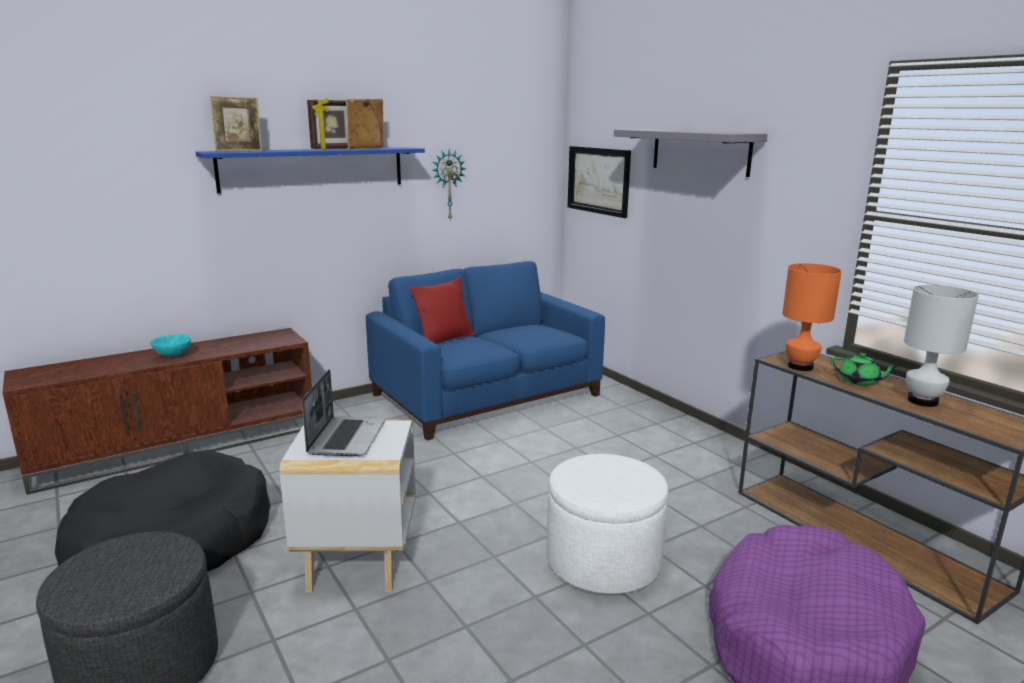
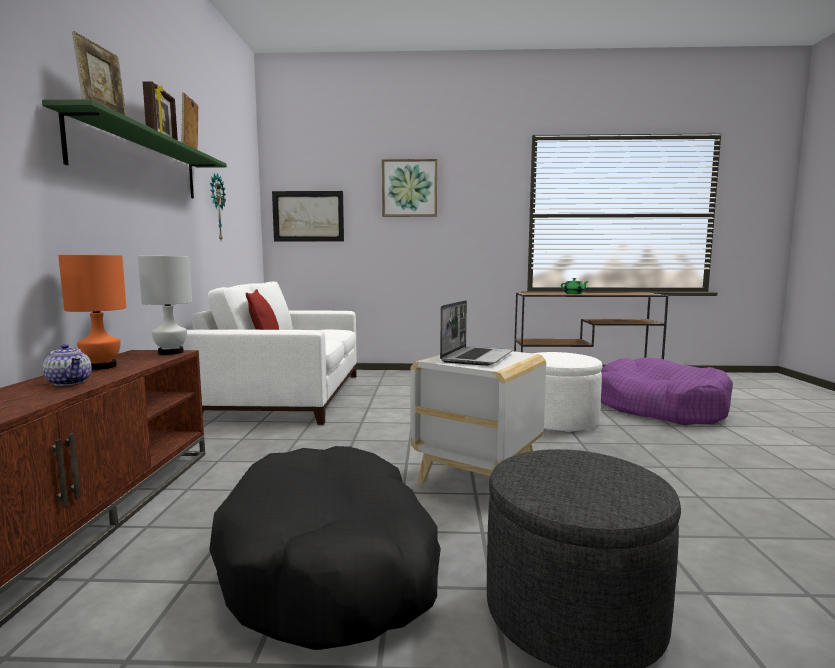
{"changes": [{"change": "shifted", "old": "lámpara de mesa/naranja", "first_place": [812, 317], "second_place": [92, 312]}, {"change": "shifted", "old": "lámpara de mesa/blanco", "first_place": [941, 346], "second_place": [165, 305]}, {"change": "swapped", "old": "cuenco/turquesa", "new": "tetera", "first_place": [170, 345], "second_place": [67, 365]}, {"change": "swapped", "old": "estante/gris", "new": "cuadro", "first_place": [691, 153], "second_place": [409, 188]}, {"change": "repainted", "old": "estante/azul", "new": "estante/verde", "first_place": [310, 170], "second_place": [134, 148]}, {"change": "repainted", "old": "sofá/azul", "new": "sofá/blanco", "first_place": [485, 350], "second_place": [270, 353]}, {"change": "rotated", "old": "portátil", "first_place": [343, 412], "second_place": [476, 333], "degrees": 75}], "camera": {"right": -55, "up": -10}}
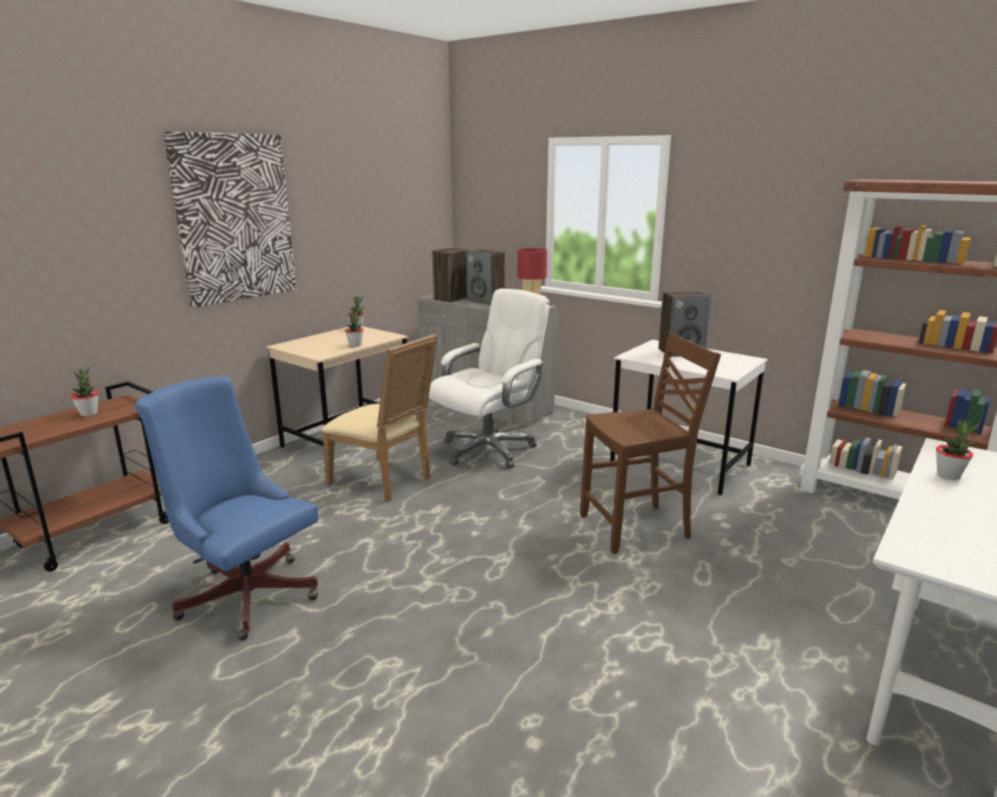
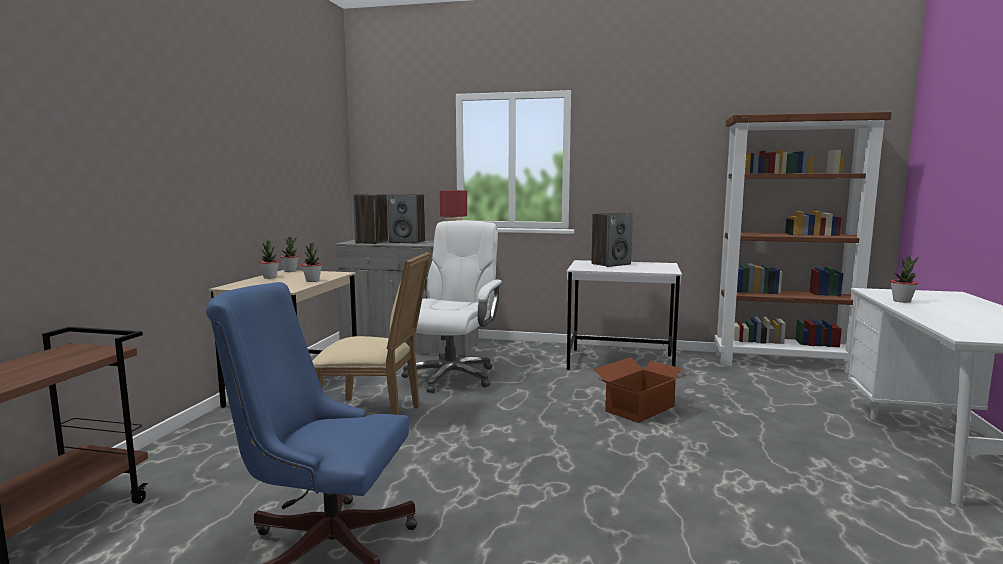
{"changes": [{"change": "gone", "old": "cuadro", "first_place": [229, 220]}, {"change": "shifted", "old": "planta en maceta", "first_place": [84, 391], "second_place": [269, 260]}, {"change": "swapped", "old": "silla/marrón", "new": "caja de cartón", "first_place": [650, 443], "second_place": [642, 390]}], "camera": {"right": -25, "up": -10}}
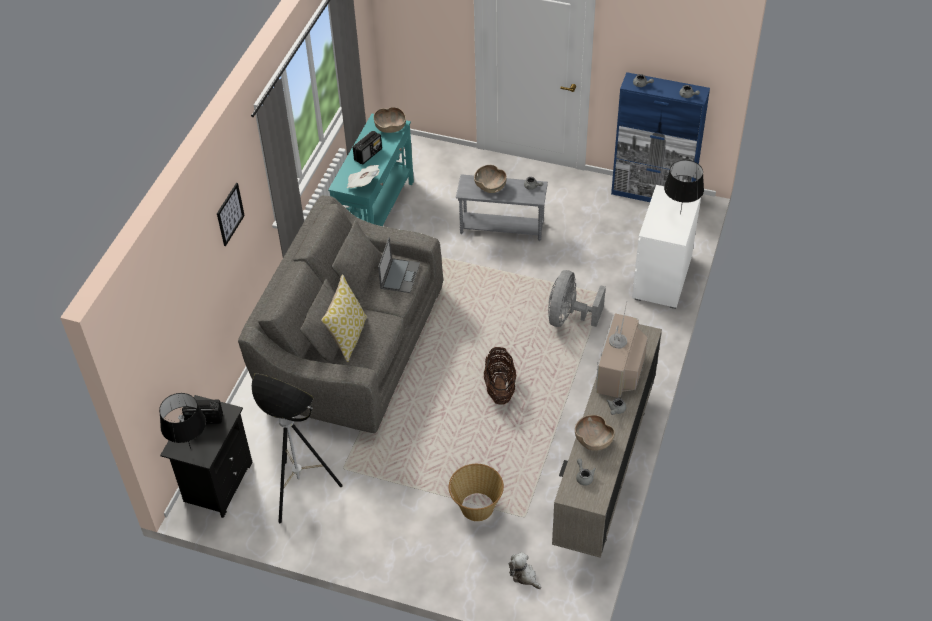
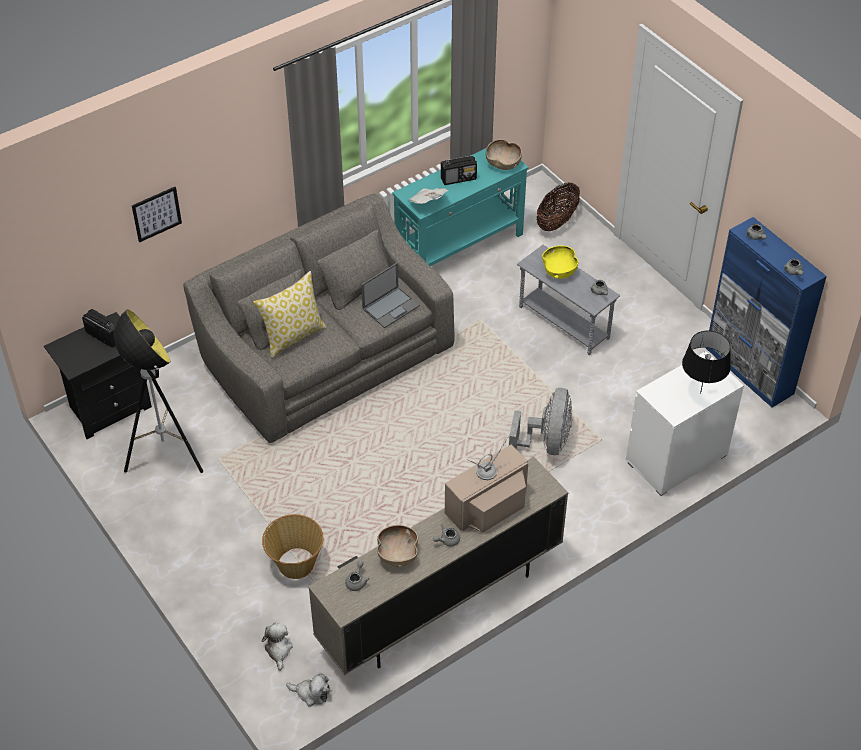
{"changes": [{"change": "gone", "old": "lámpara de mesa/negro", "first_place": [182, 421]}, {"change": "new", "new": "peluche", "second_place": [307, 690]}, {"change": "shifted", "old": "cuadro", "first_place": [231, 214], "second_place": [157, 214]}, {"change": "shifted", "old": "cesta", "first_place": [500, 376], "second_place": [558, 206]}, {"change": "repainted", "old": "cuenco/marrón", "new": "cuenco/amarillo", "first_place": [490, 179], "second_place": [560, 262]}, {"change": "rotated", "old": "ventilador/gris", "first_place": [577, 298], "second_place": [540, 421], "degrees": 135}], "camera": {"right": 35, "up": 0}}
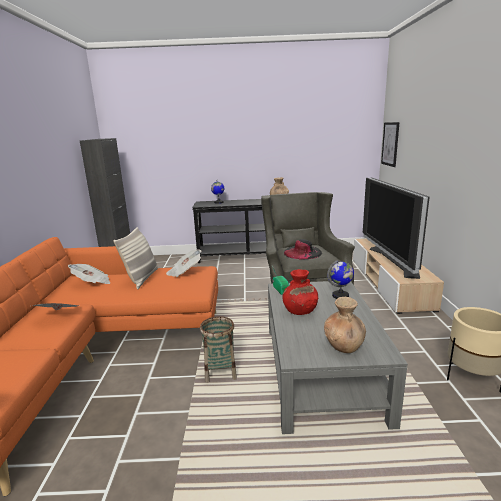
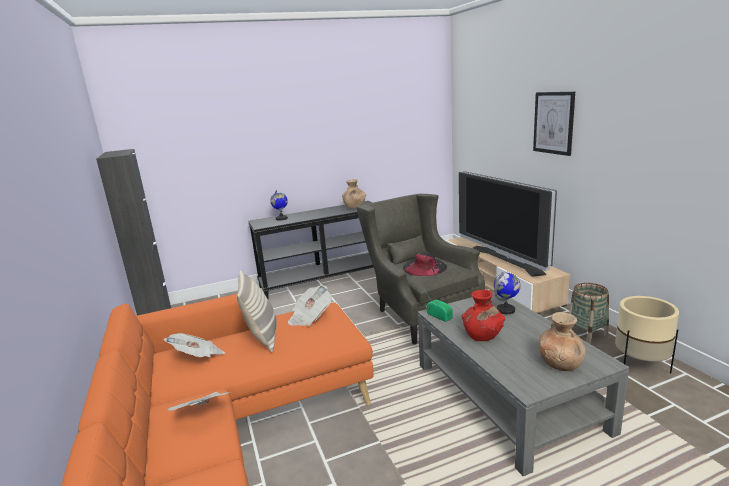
{"changes": [{"change": "shifted", "old": "cesta", "first_place": [218, 349], "second_place": [589, 313]}, {"change": "shifted", "old": "cuadro", "first_place": [390, 144], "second_place": [554, 124]}], "camera": {"right": -20, "up": 0}}
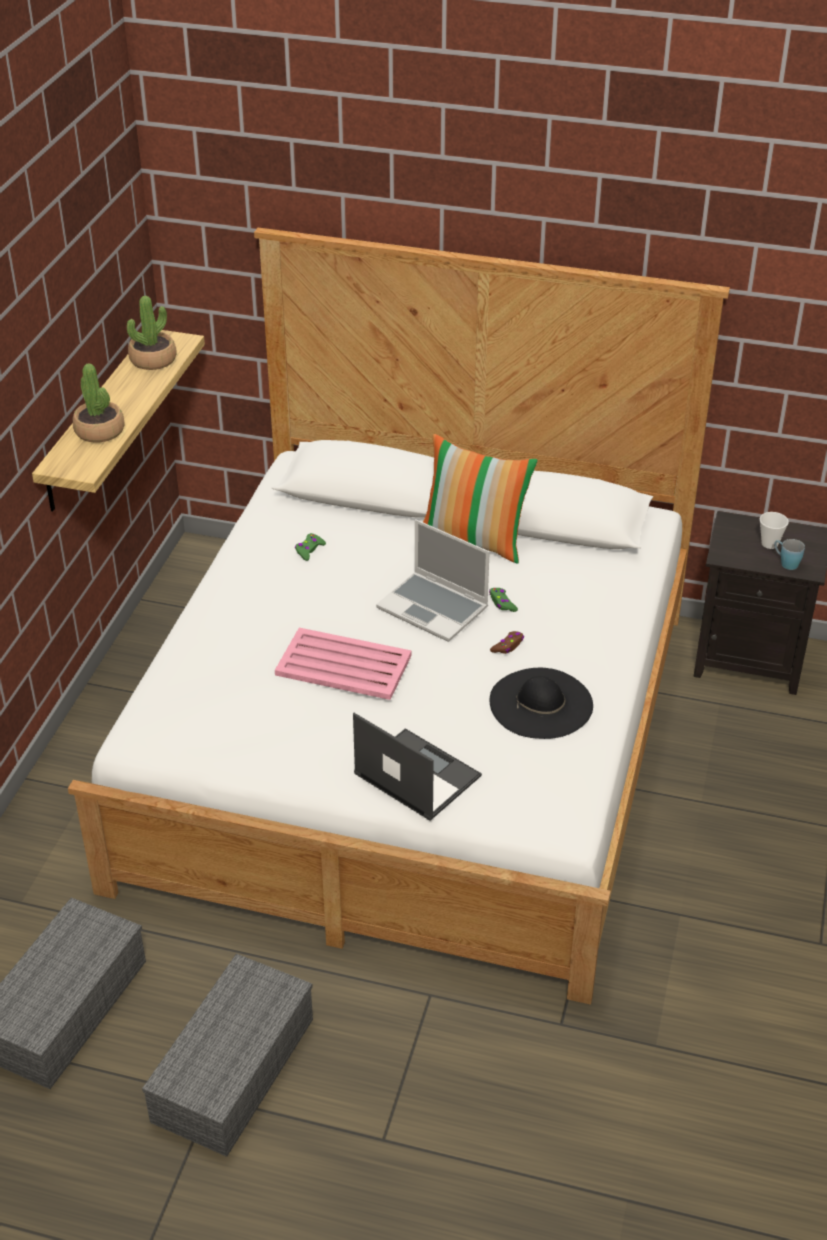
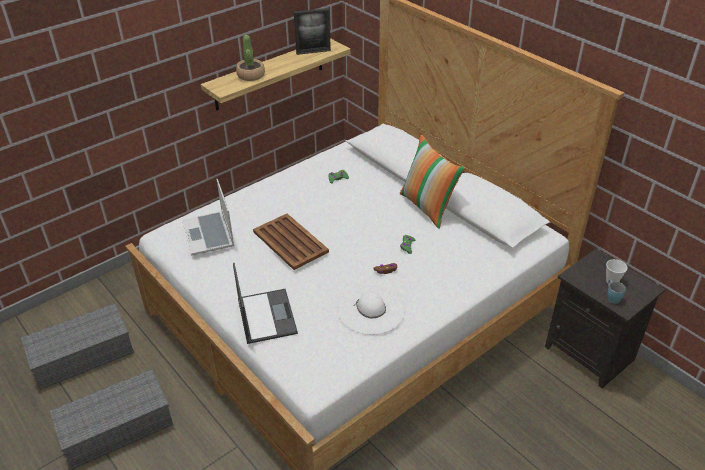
{"changes": [{"change": "shifted", "old": "portátil", "first_place": [433, 580], "second_place": [208, 217]}, {"change": "swapped", "old": "planta en maceta", "new": "portarretratos", "first_place": [152, 333], "second_place": [312, 31]}, {"change": "repainted", "old": "bandeja/rosa", "new": "bandeja/marrón", "first_place": [343, 664], "second_place": [291, 242]}, {"change": "repainted", "old": "sombrero/negro", "new": "sombrero/blanco", "first_place": [541, 703], "second_place": [371, 310]}], "camera": {"right": 35, "up": 0}}
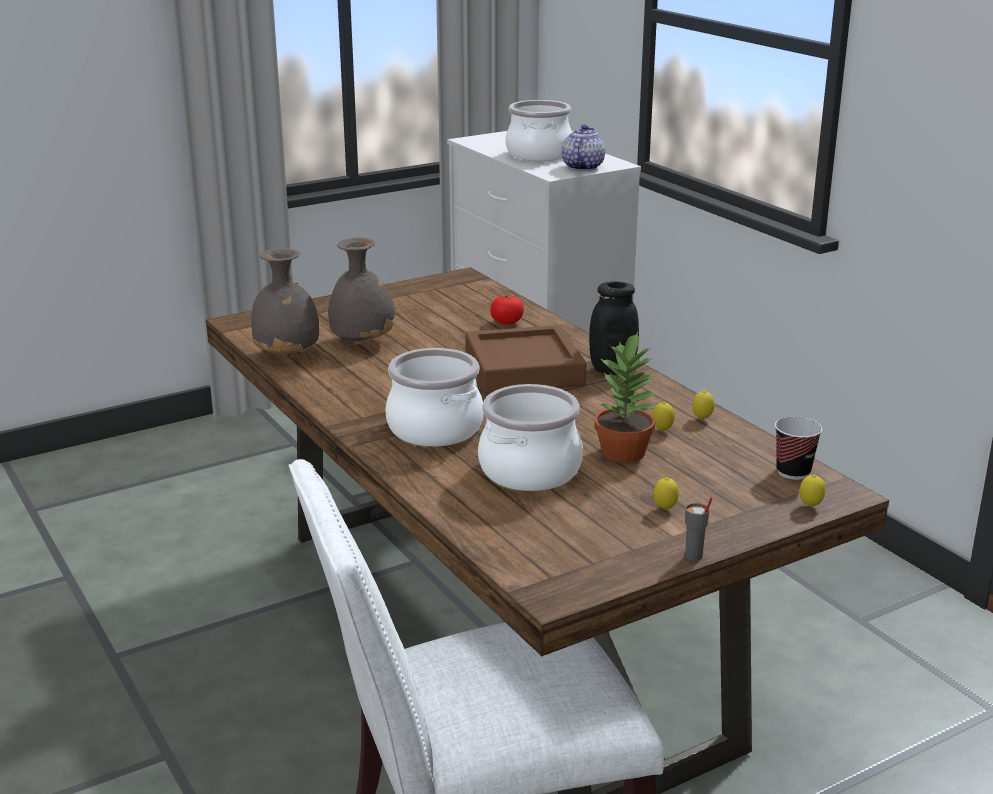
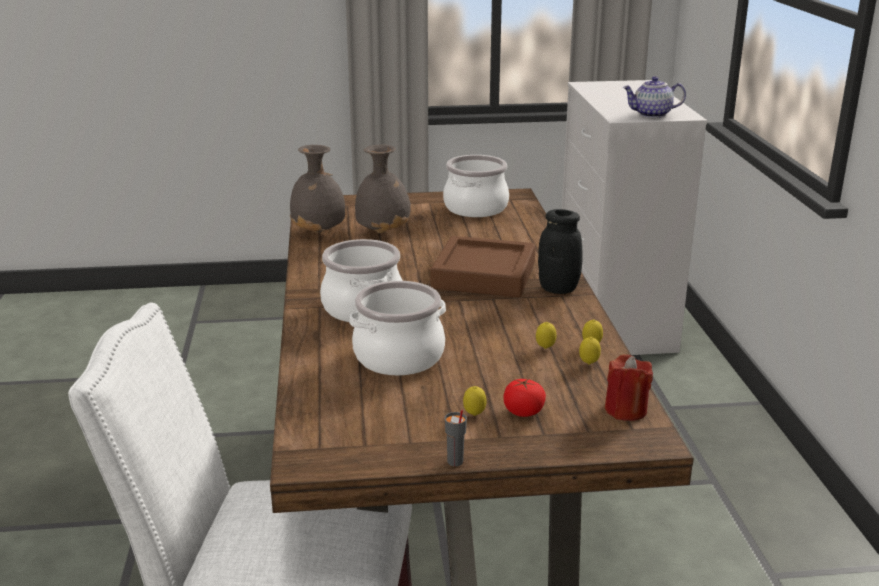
{"changes": [{"change": "gone", "old": "planta en maceta", "first_place": [625, 397]}, {"change": "shifted", "old": "tomate", "first_place": [507, 309], "second_place": [524, 398]}, {"change": "shifted", "old": "olla", "first_place": [539, 130], "second_place": [476, 186]}, {"change": "shifted", "old": "limón", "first_place": [812, 490], "second_place": [590, 351]}, {"change": "swapped", "old": "taza", "new": "vela/rojo", "first_place": [798, 448], "second_place": [629, 387]}, {"change": "rotated", "old": "tetera", "first_place": [583, 148], "second_place": [654, 97], "degrees": -135}], "camera": {"right": 25, "up": 0}}
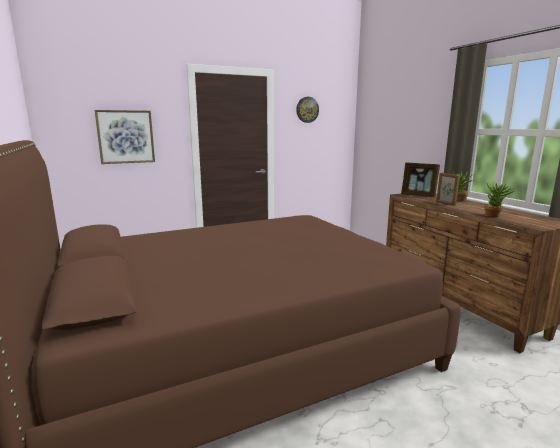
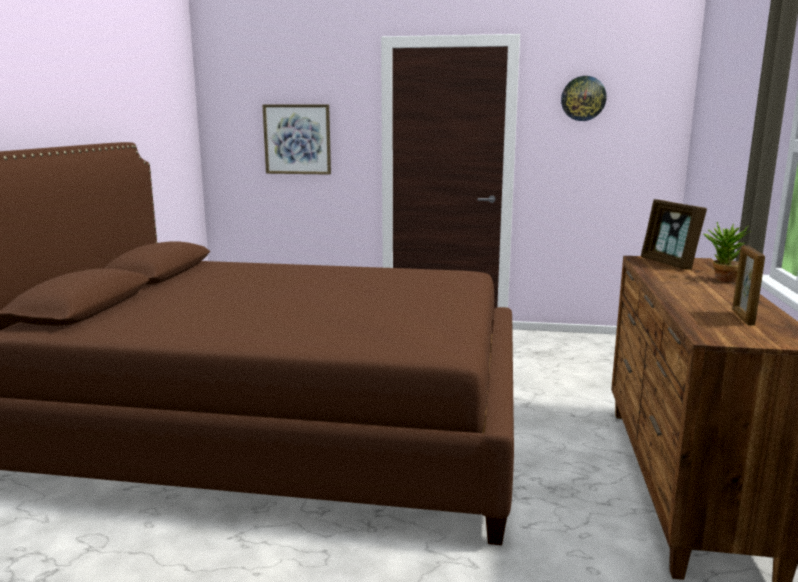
{"changes": [{"change": "gone", "old": "planta en maceta", "first_place": [499, 199]}, {"change": "shifted", "old": "portarretratos", "first_place": [448, 189], "second_place": [748, 285]}], "camera": {"right": 35, "up": 0}}
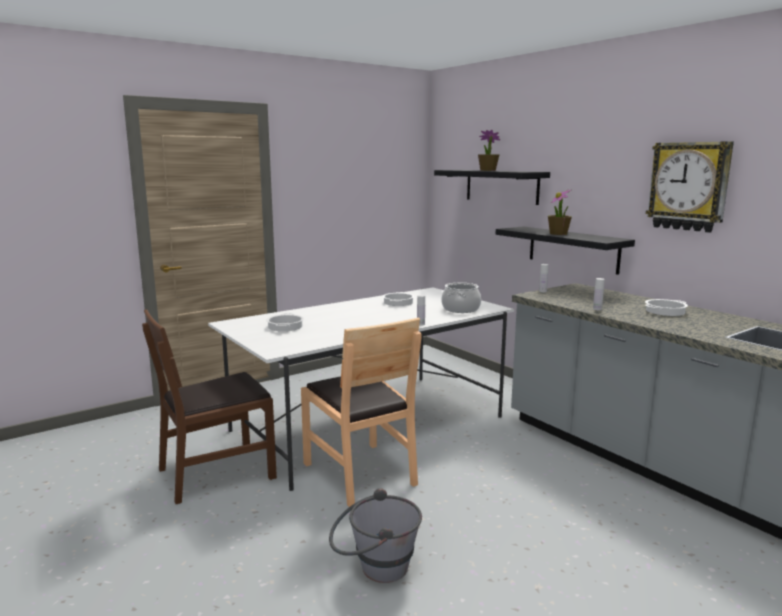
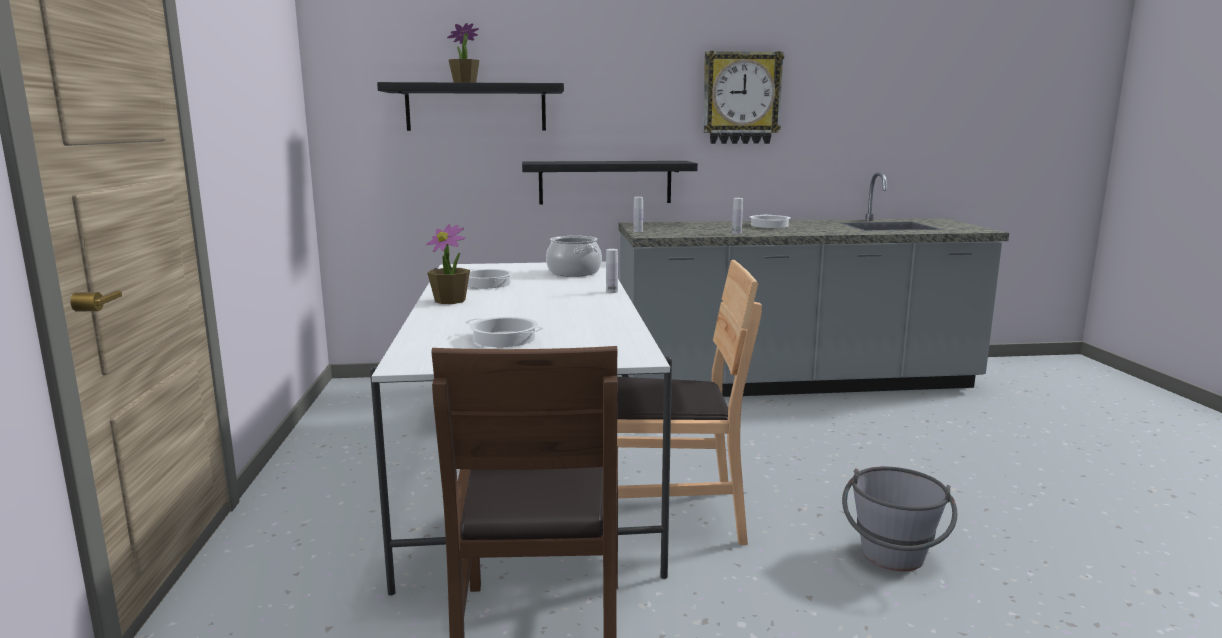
{"changes": [{"change": "shifted", "old": "planta en maceta", "first_place": [560, 212], "second_place": [448, 264]}], "camera": {"right": -60, "up": 0}}
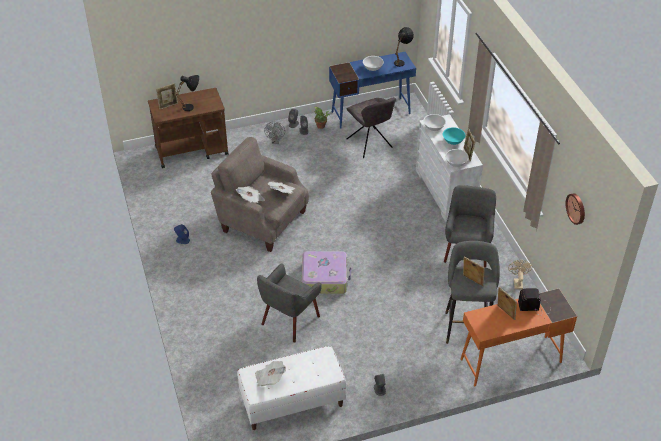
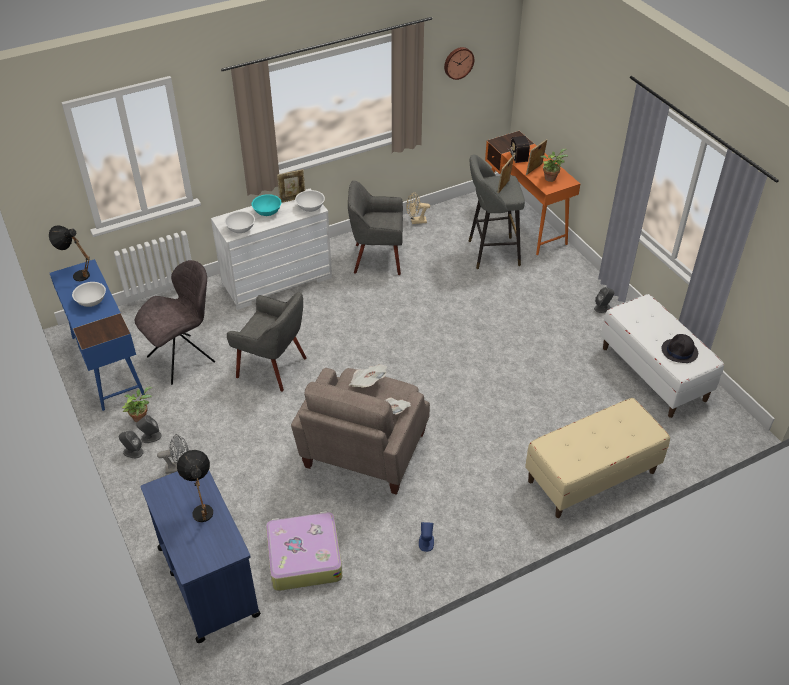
{"changes": [{"change": "gone", "old": "portarretratos", "first_place": [167, 96]}, {"change": "new", "new": "banco/beis", "second_place": [597, 458]}, {"change": "new", "new": "planta en maceta", "second_place": [554, 165]}, {"change": "shifted", "old": "sillón/gris", "first_place": [289, 302], "second_place": [267, 342]}, {"change": "shifted", "old": "maleta", "first_place": [327, 272], "second_place": [304, 551]}, {"change": "swapped", "old": "periódico", "new": "sombrero/negro", "first_place": [270, 373], "second_place": [680, 348]}, {"change": "repainted", "old": "carrito/marrón", "new": "carrito/azul", "first_place": [188, 128], "second_place": [200, 557]}], "camera": {"right": -100, "up": 0}}
